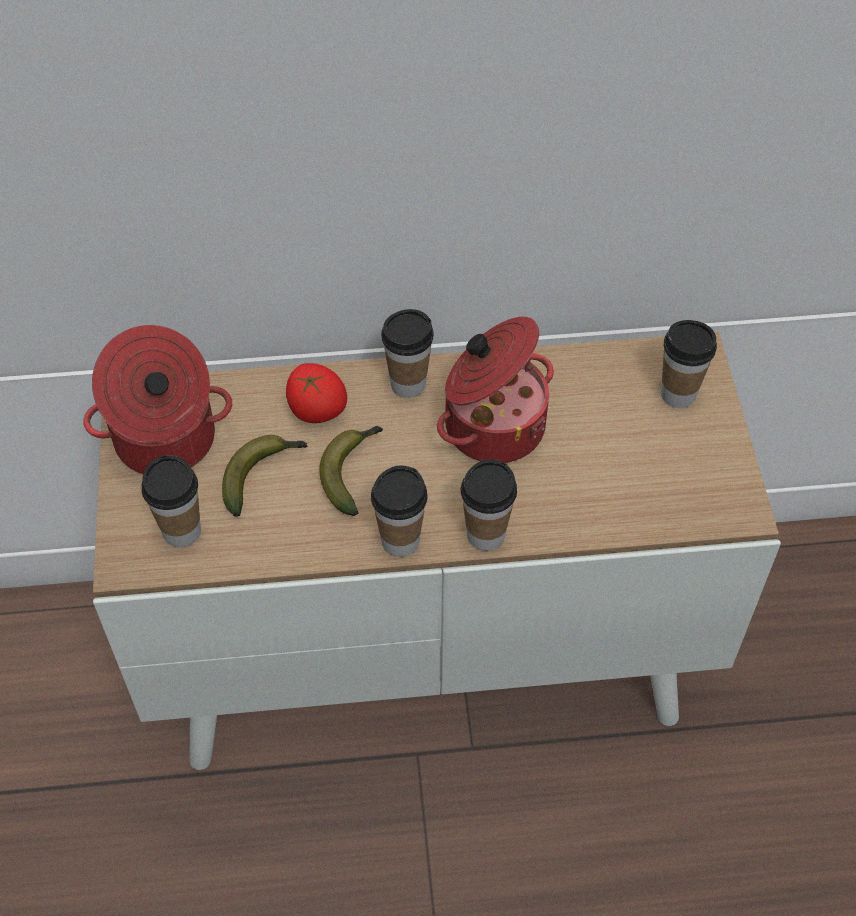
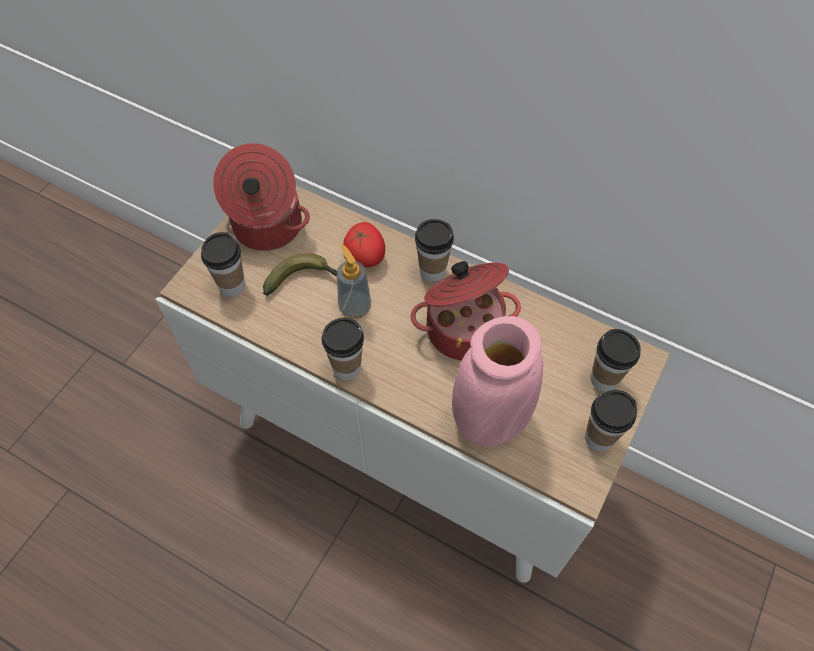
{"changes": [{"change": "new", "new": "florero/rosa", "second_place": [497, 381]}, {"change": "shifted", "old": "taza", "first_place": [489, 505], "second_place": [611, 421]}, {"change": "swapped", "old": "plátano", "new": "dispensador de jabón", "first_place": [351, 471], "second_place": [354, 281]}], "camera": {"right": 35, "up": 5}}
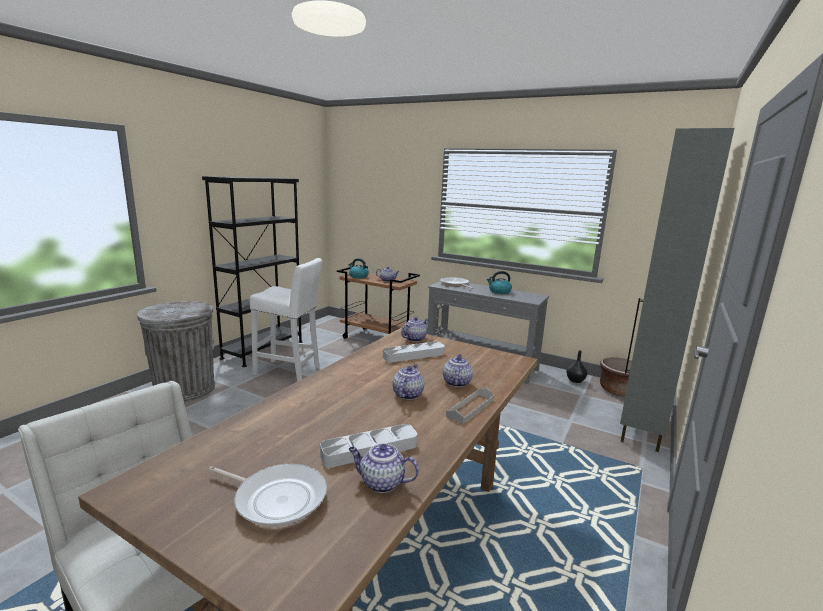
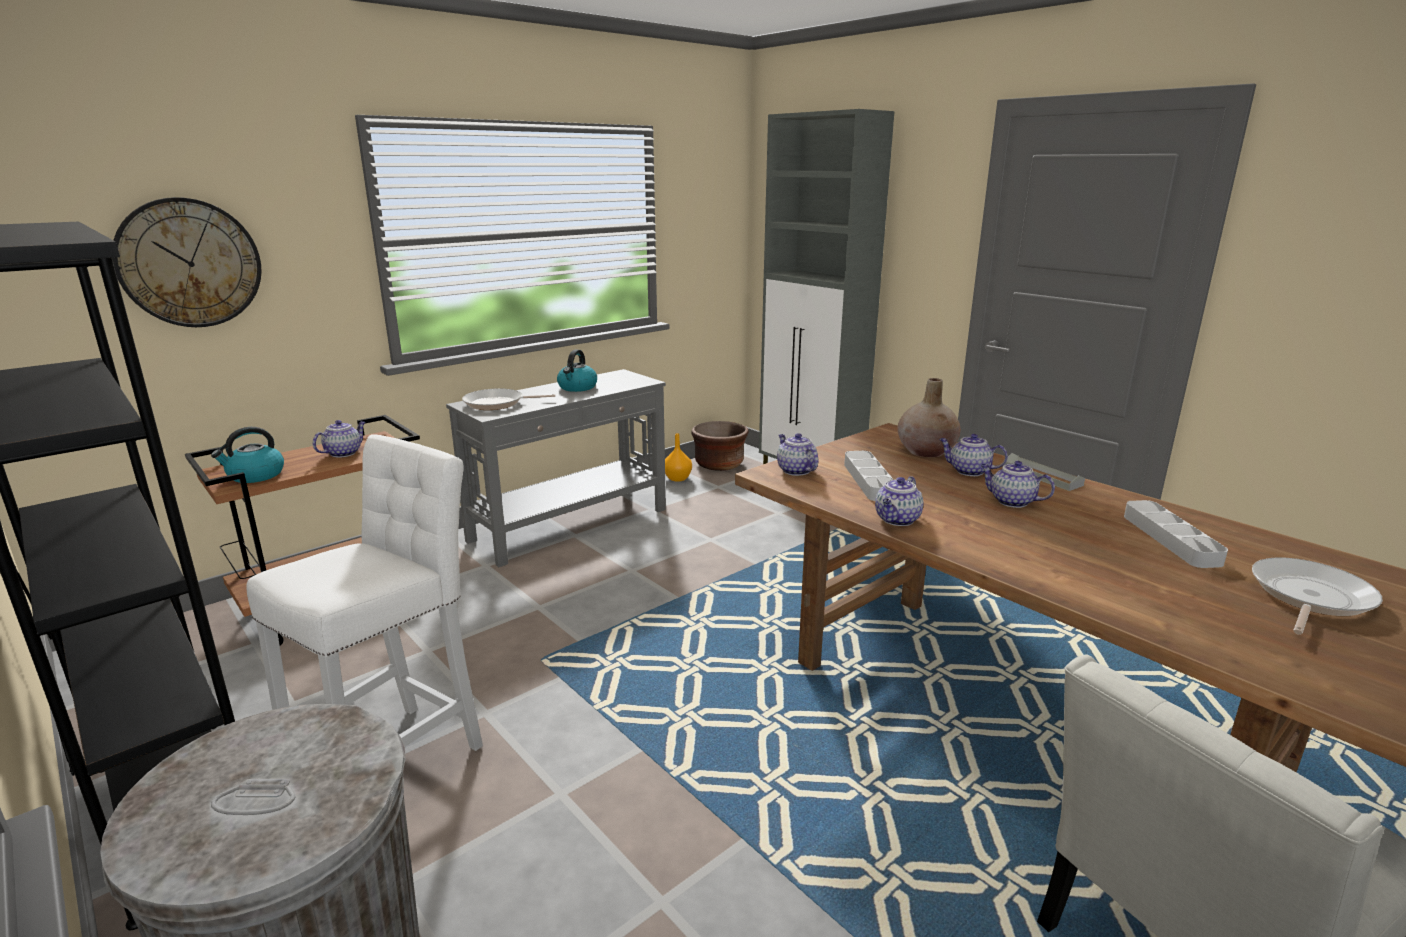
{"changes": [{"change": "new", "new": "reloj de pared", "second_place": [187, 262]}, {"change": "new", "new": "florero/beis", "second_place": [929, 417]}, {"change": "shifted", "old": "tetera", "first_place": [384, 468], "second_place": [899, 501]}, {"change": "repainted", "old": "florero/negro", "new": "florero/naranja", "first_place": [576, 366], "second_place": [678, 457]}], "camera": {"right": -70, "up": 5}}
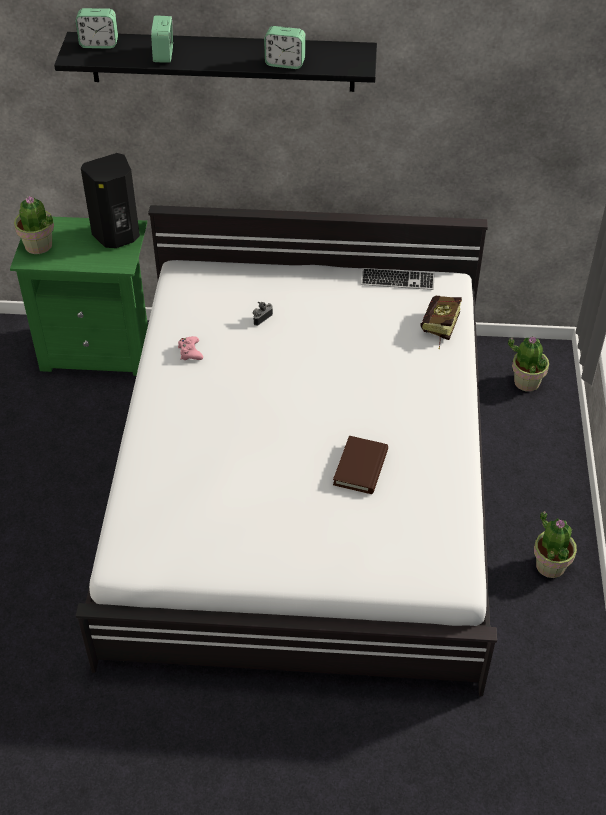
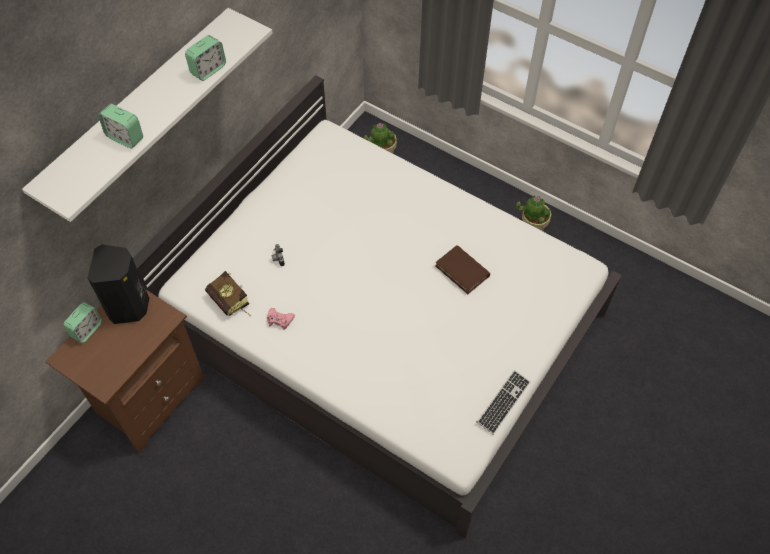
{"changes": [{"change": "gone", "old": "planta en maceta", "first_place": [34, 224]}, {"change": "shifted", "old": "despertador", "first_place": [97, 28], "second_place": [83, 322]}, {"change": "shifted", "old": "teclado", "first_place": [398, 279], "second_place": [504, 402]}, {"change": "shifted", "old": "libro", "first_place": [441, 322], "second_place": [228, 293]}, {"change": "repainted", "old": "mesita de noche/verde", "new": "mesita de noche/marrón", "first_place": [79, 296], "second_place": [124, 371]}, {"change": "repainted", "old": "estante/negro", "new": "estante/blanco", "first_place": [215, 62], "second_place": [147, 115]}], "camera": {"right": -60, "up": 10}}
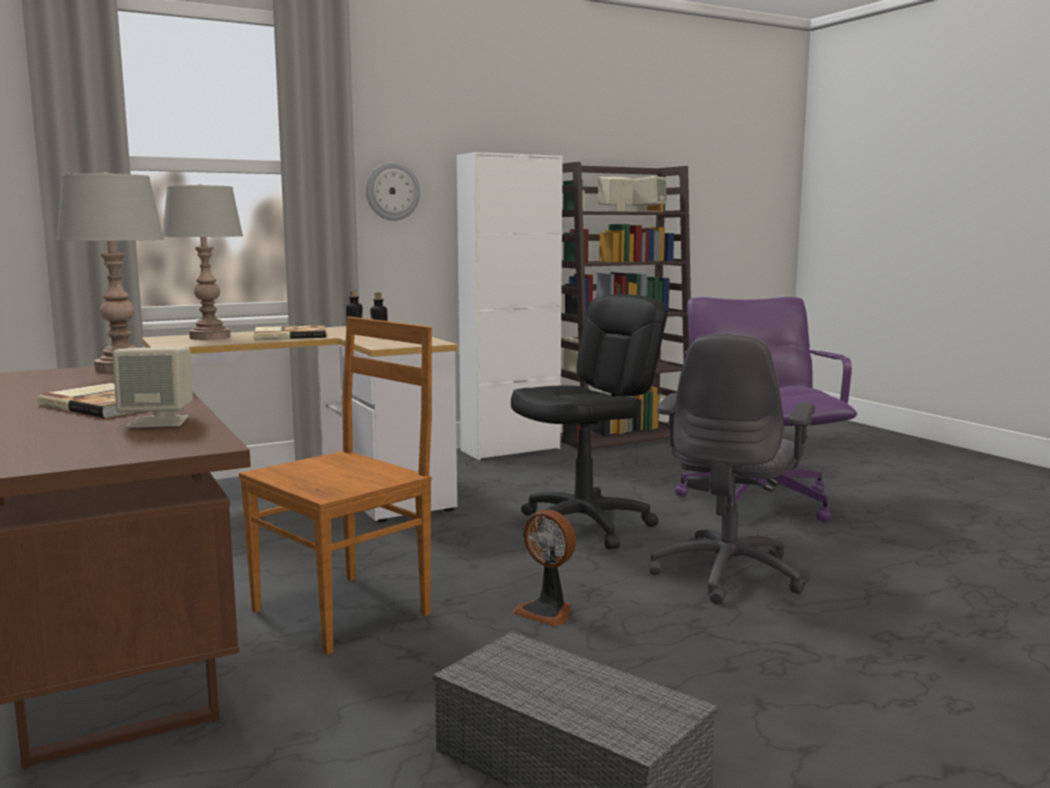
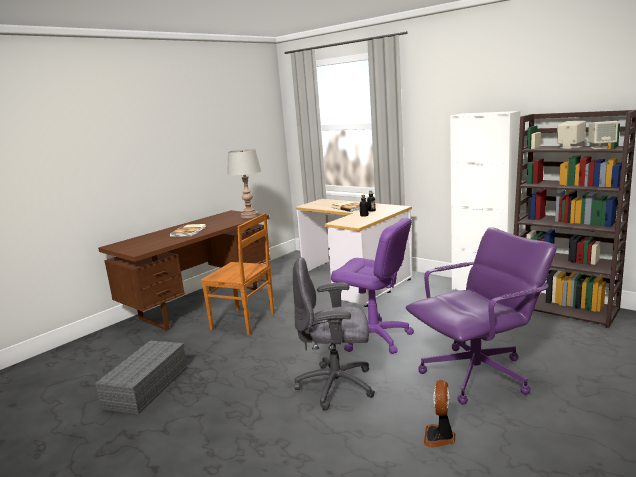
{"changes": [{"change": "gone", "old": "altavoz/beis", "first_place": [153, 387]}, {"change": "gone", "old": "lámpara de mesa/gris", "first_place": [203, 262]}, {"change": "gone", "old": "reloj de pared", "first_place": [393, 191]}, {"change": "shifted", "old": "ventilador", "first_place": [544, 568], "second_place": [439, 414]}, {"change": "repainted", "old": "silla de oficina/negro", "new": "silla de oficina/morado", "first_place": [589, 421], "second_place": [372, 286]}], "camera": {"right": 70, "up": 5}}
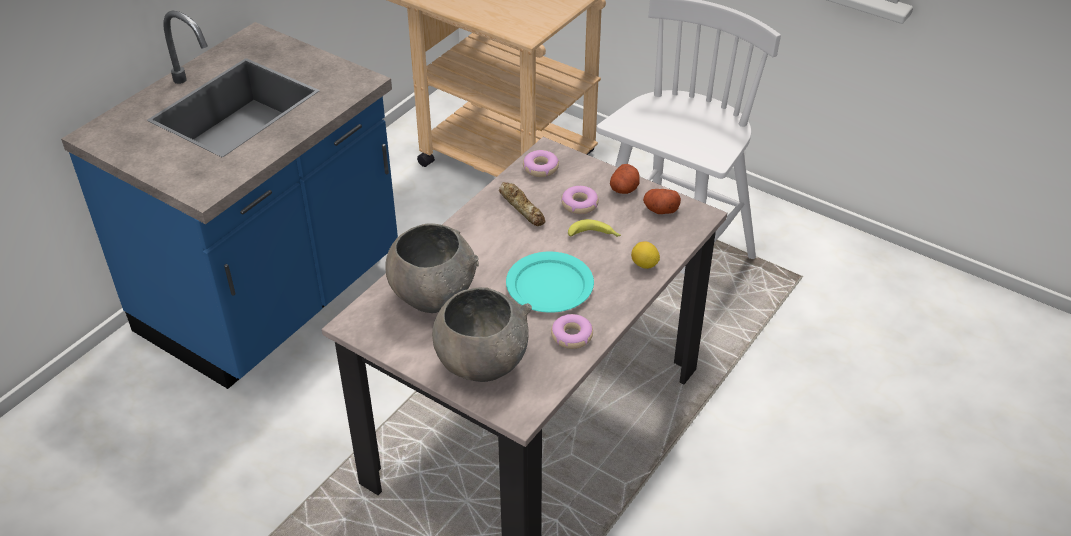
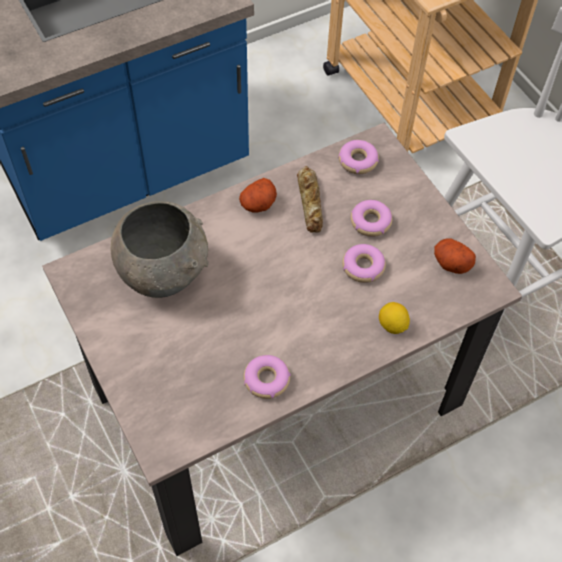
{"changes": [{"change": "gone", "old": "cuenco/gris", "first_place": [482, 334]}, {"change": "gone", "old": "plato/turquesa", "first_place": [550, 282]}, {"change": "shifted", "old": "patata", "first_place": [625, 179], "second_place": [258, 195]}, {"change": "swapped", "old": "plátano", "new": "rosquilla", "first_place": [594, 228], "second_place": [364, 263]}], "camera": {"right": 25, "up": 15}}
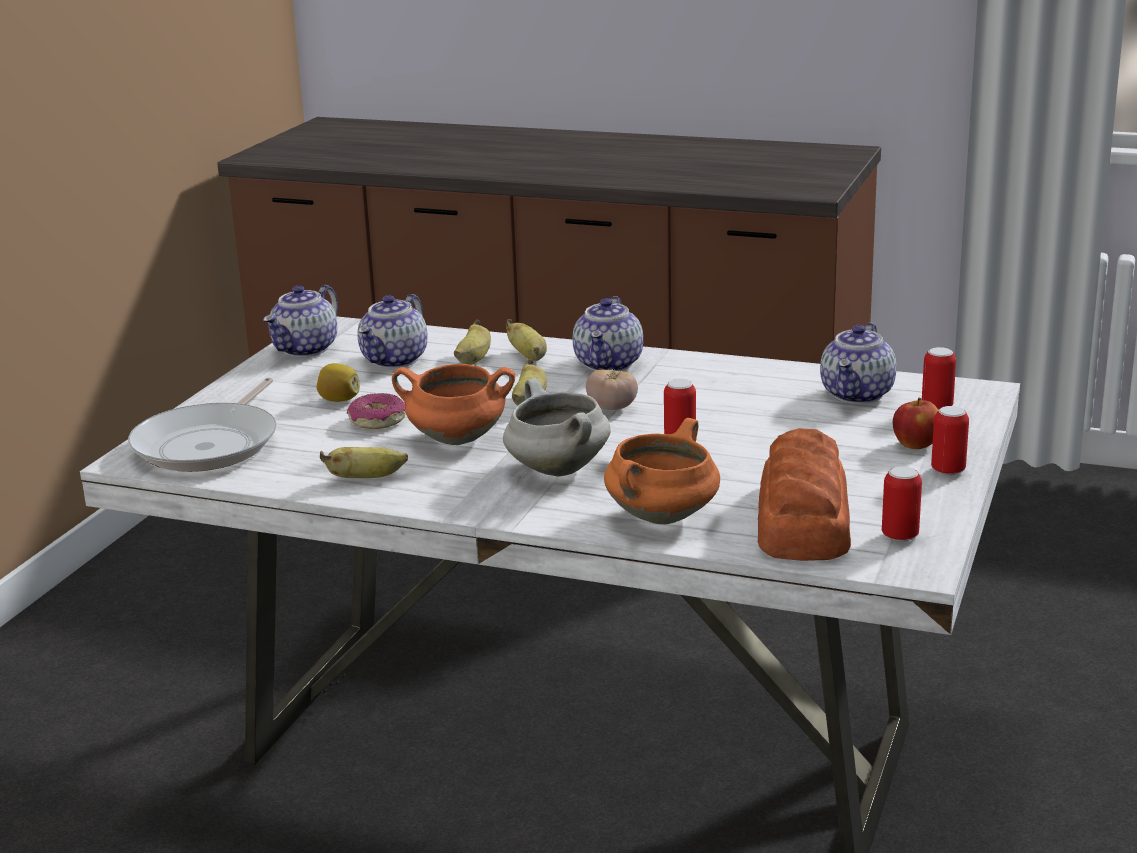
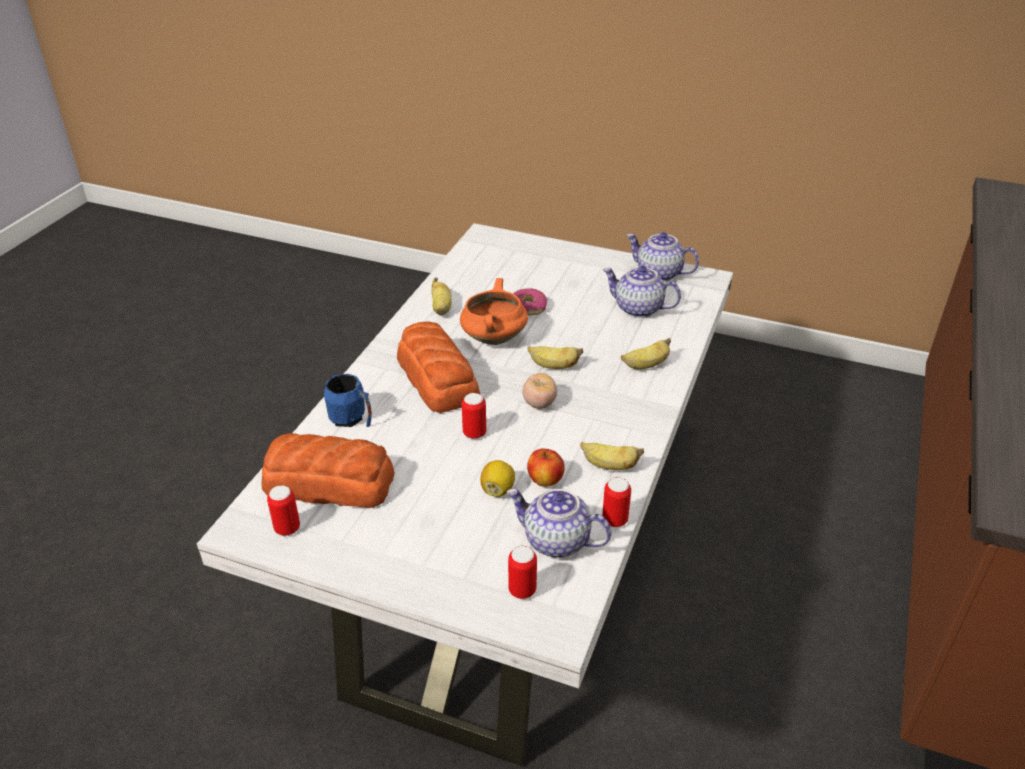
{"changes": [{"change": "gone", "old": "sartén", "first_place": [202, 424]}, {"change": "gone", "old": "tetera", "first_place": [608, 333]}, {"change": "shifted", "old": "limón", "first_place": [338, 382], "second_place": [497, 478]}, {"change": "shifted", "old": "plátano", "first_place": [472, 342], "second_place": [612, 456]}, {"change": "shifted", "old": "manzana", "first_place": [915, 423], "second_place": [546, 468]}, {"change": "shifted", "old": "lata", "first_place": [950, 441], "second_place": [616, 502]}, {"change": "swapped", "old": "olla/blanco", "new": "pan", "first_place": [557, 427], "second_place": [438, 367]}, {"change": "swapped", "old": "olla/naranja", "new": "taza grande/azul", "first_place": [662, 471], "second_place": [348, 400]}], "camera": {"right": 90, "up": 15}}
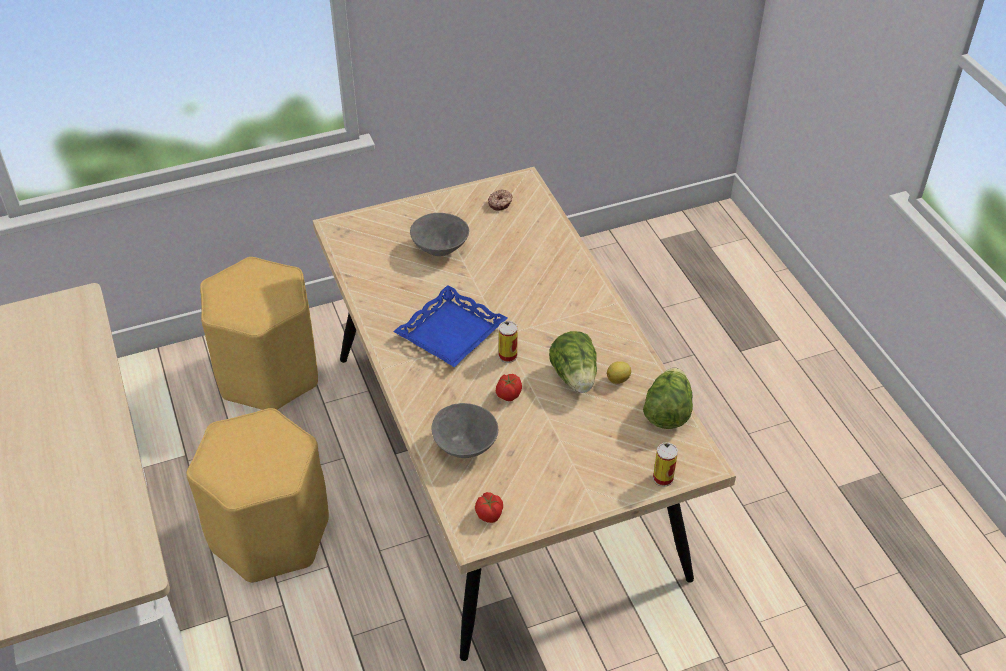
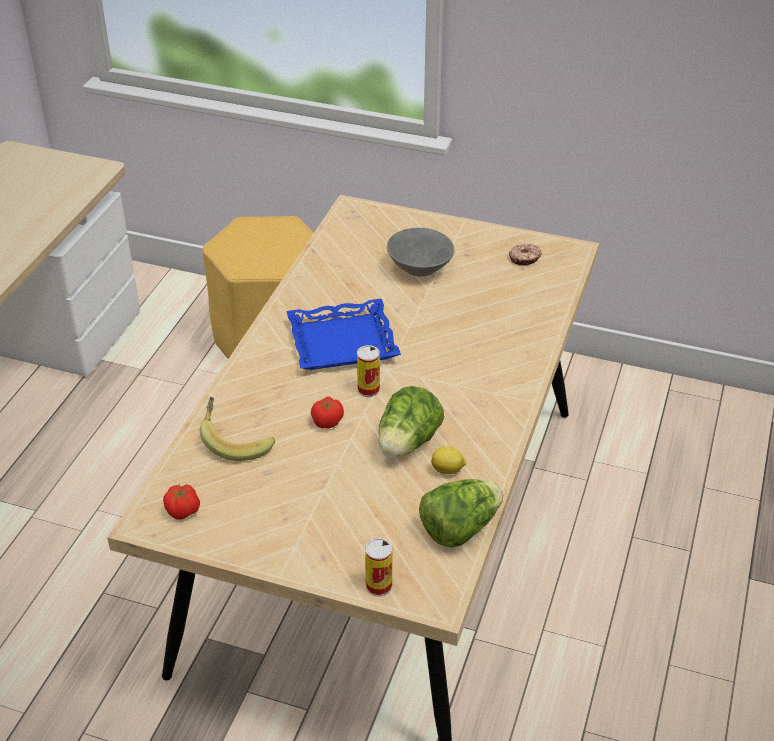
{"changes": [{"change": "gone", "old": "taburete/amarillo", "first_place": [258, 495]}, {"change": "swapped", "old": "cuenco/gris", "new": "plátano", "first_place": [465, 430], "second_place": [237, 429]}], "camera": {"right": 40, "up": -5}}
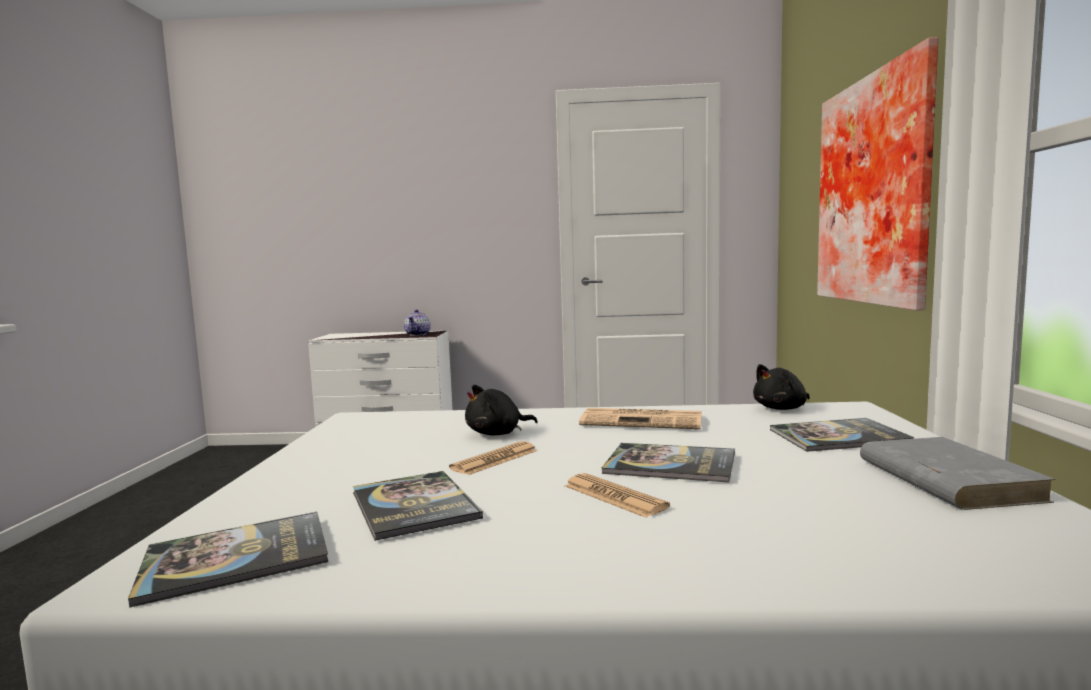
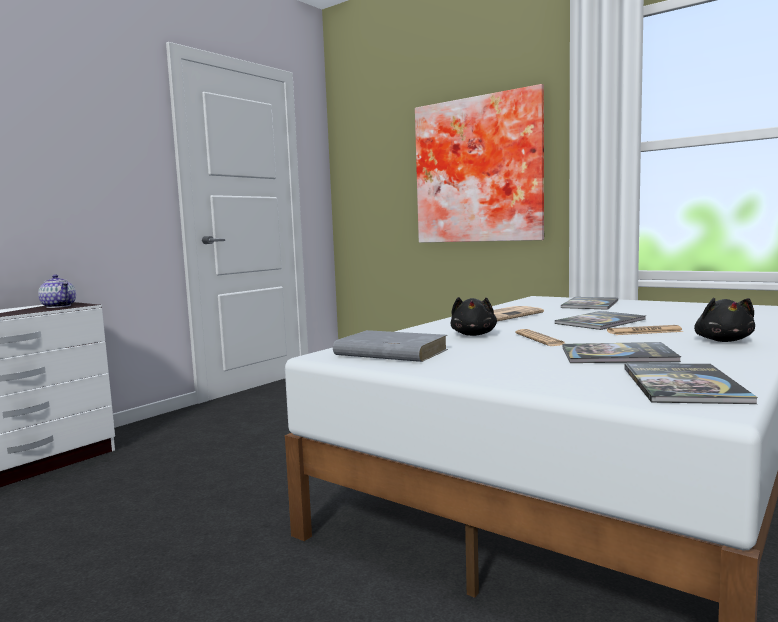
{"changes": [{"change": "shifted", "old": "peluche/negro", "first_place": [781, 387], "second_place": [724, 320]}, {"change": "shifted", "old": "libro/gris", "first_place": [958, 473], "second_place": [390, 346]}], "camera": {"right": -55, "up": 0}}
